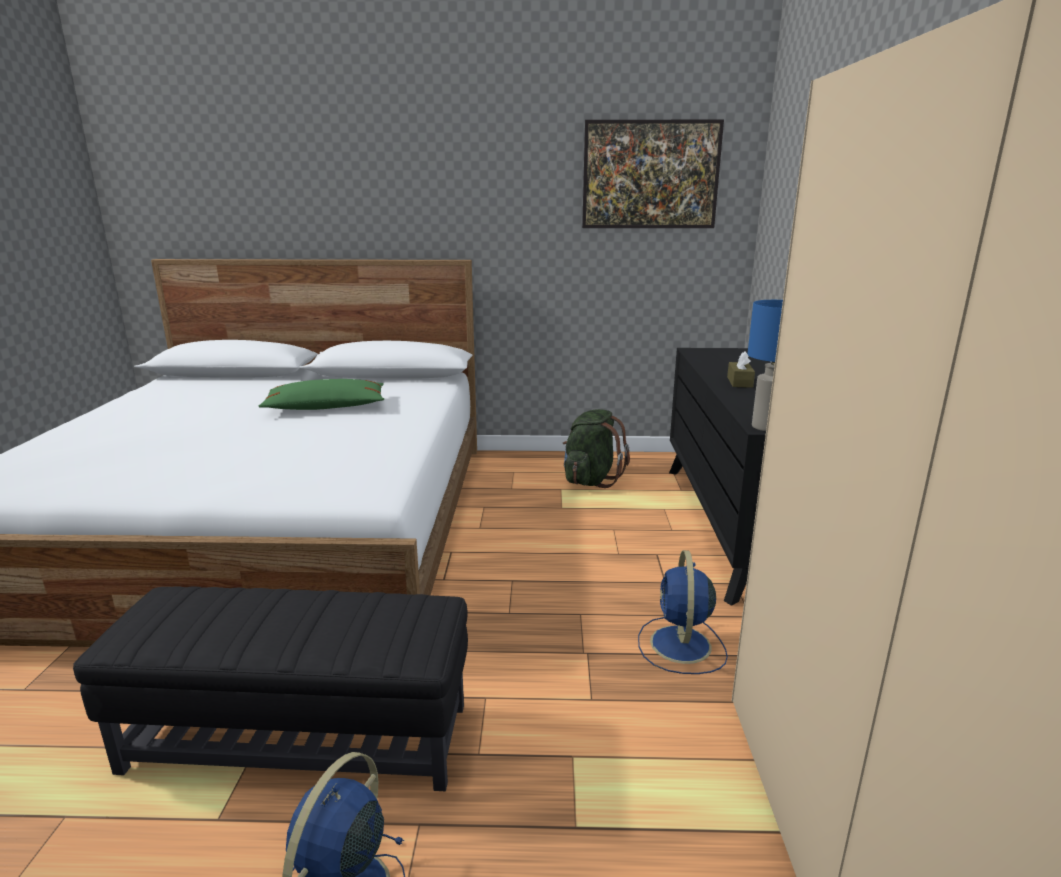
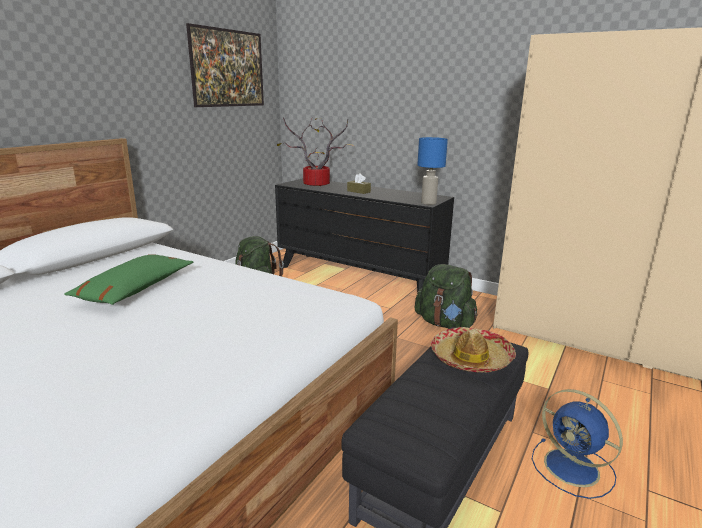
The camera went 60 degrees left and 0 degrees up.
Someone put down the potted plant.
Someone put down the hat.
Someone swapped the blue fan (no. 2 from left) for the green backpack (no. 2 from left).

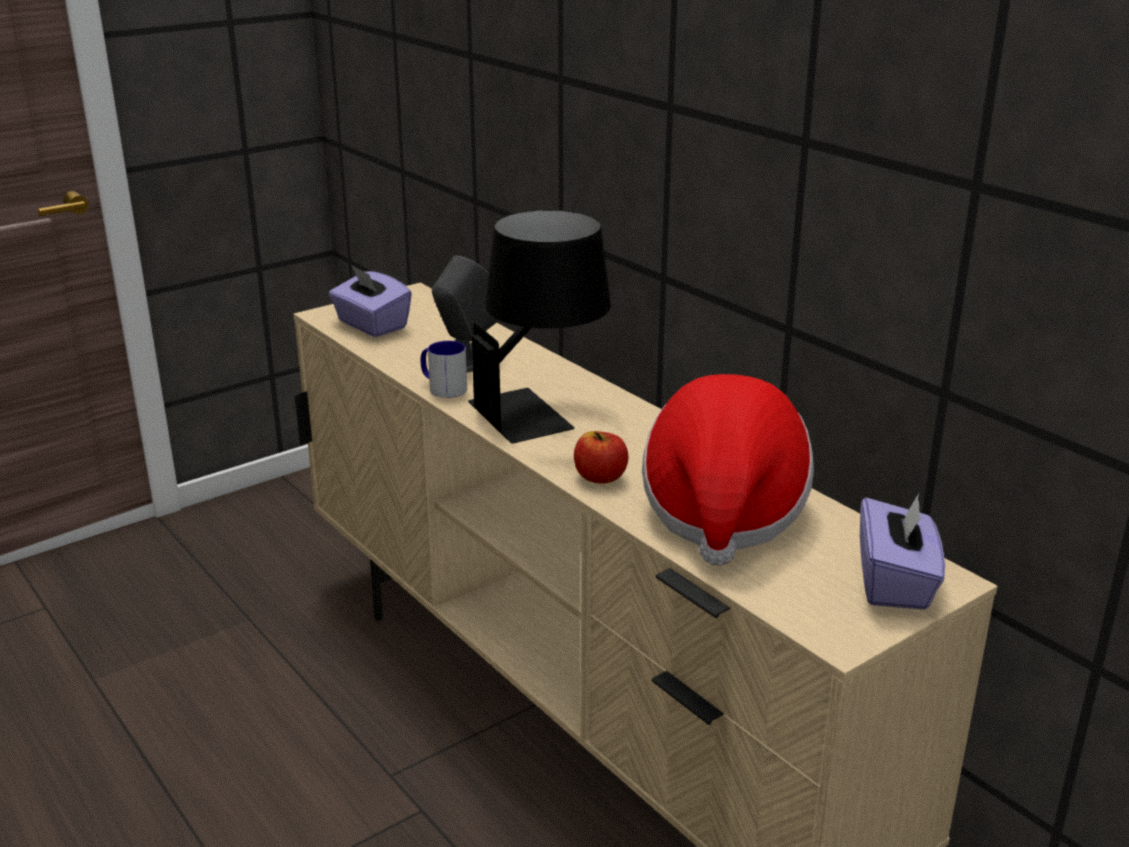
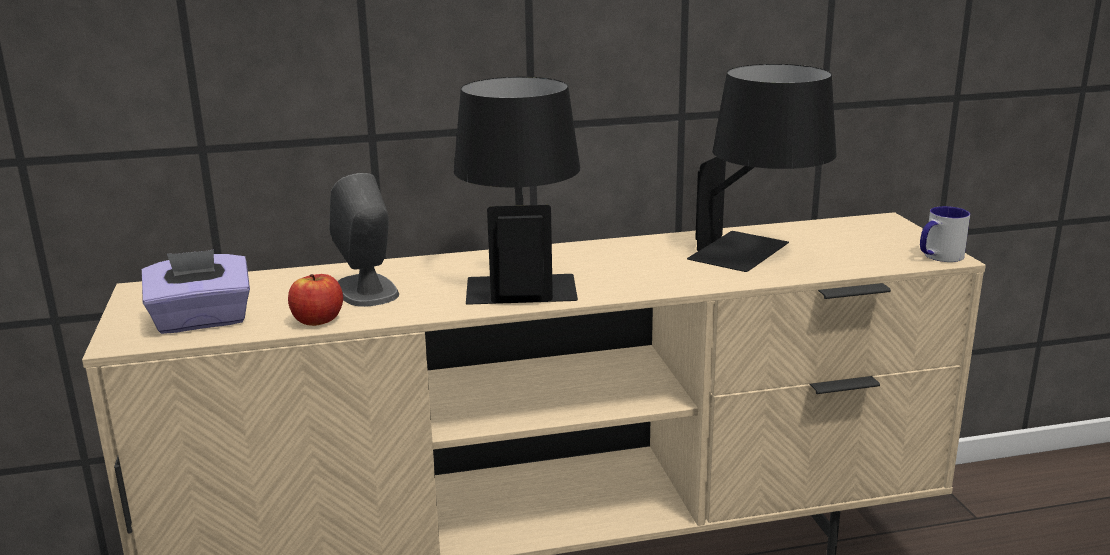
The camera went 65 degrees left and 5 degrees down.
Someone took away the purple tissue box (no. 2 from left).
Someone carried the mug.
Someone carried the apple.
Someone swapped the hat for the black table lamp (no. 2 from left).

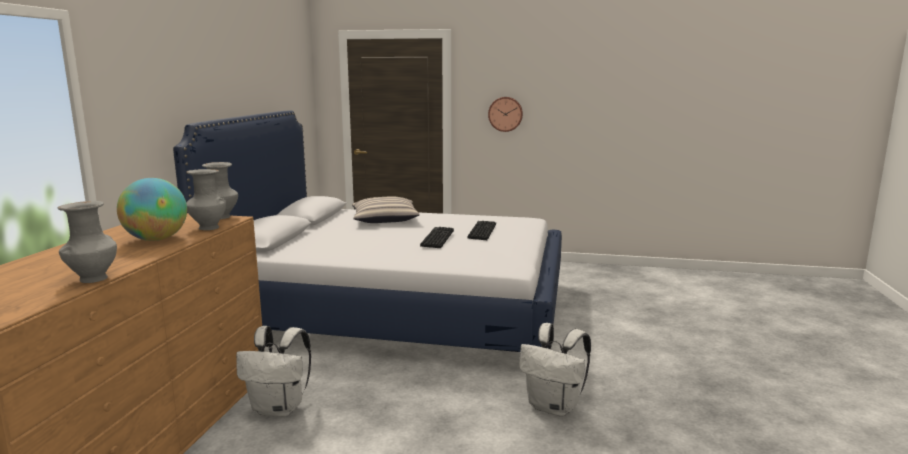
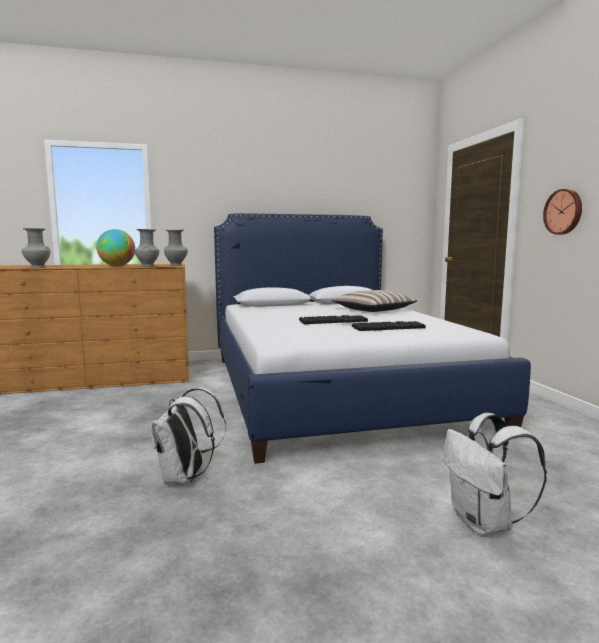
The camera went 65 degrees right and 5 degrees down.
Someone carried the white backpack (no. 1 from left in the first image).

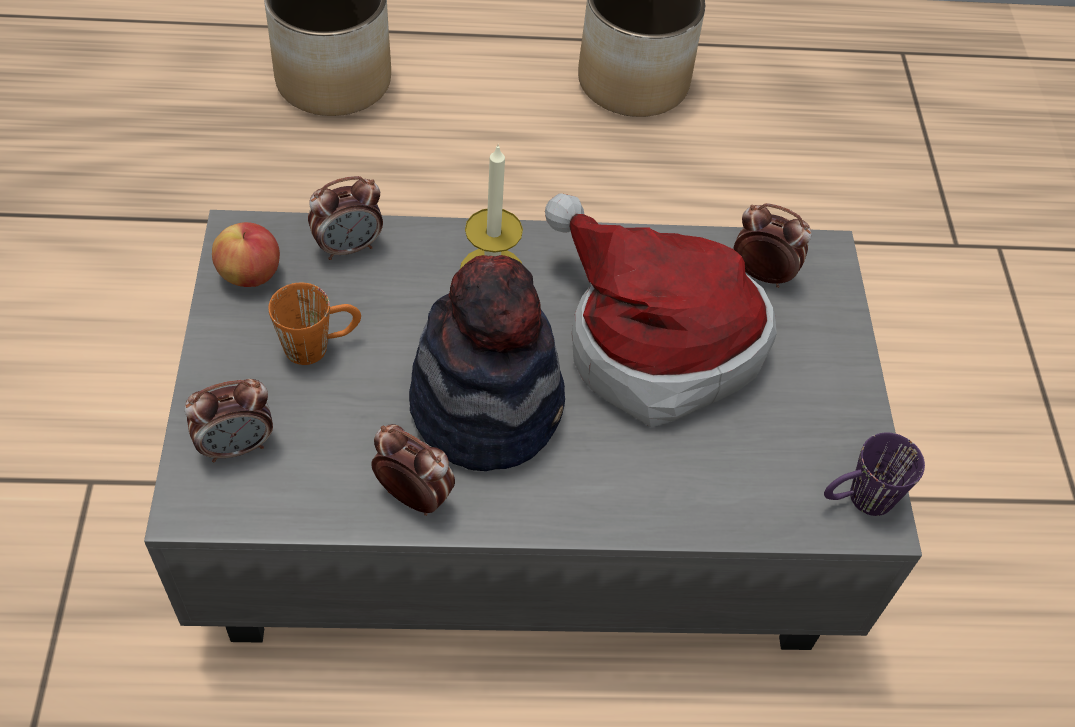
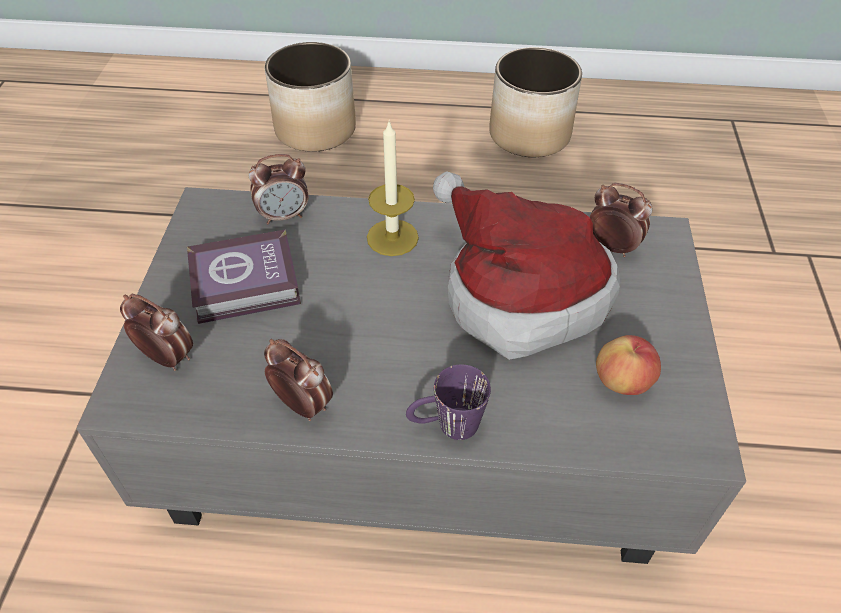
The camera went 10 degrees right and 5 degrees down.
Someone took away the hat (no. 1 from left).
Someone carried the apple.
Someone carried the purple mug.
Someone swapped the orange mug for the book.
Someone rotated the alarm clock (no. 1 from left) by 135 degrees counterclockwise.

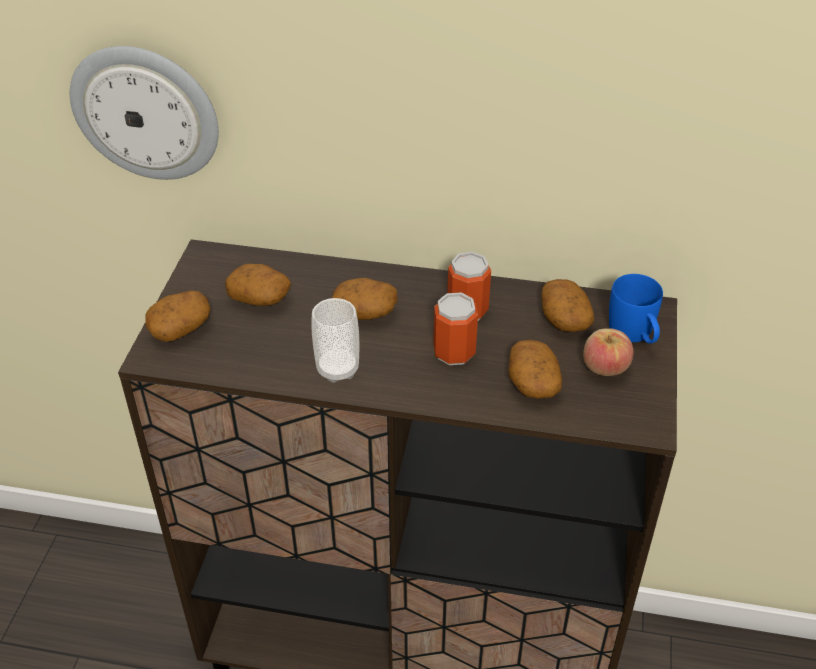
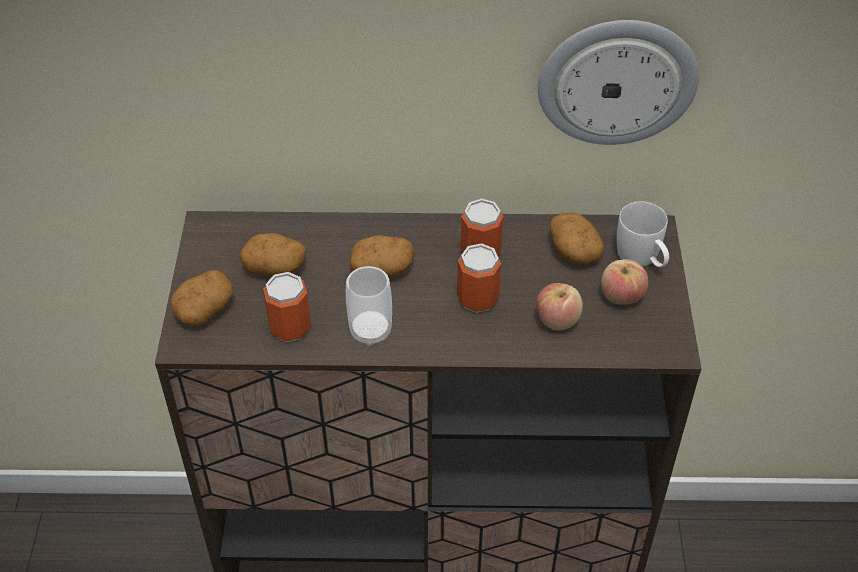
The camera went 10 degrees left and 5 degrees up.
Someone put down the can (no. 1 from left).
Someone carried the wall clock.
Someone swapped the potato (no. 4 from left) for the apple (no. 1 from left).
Someone repainted the blue mug, which became the white mug.

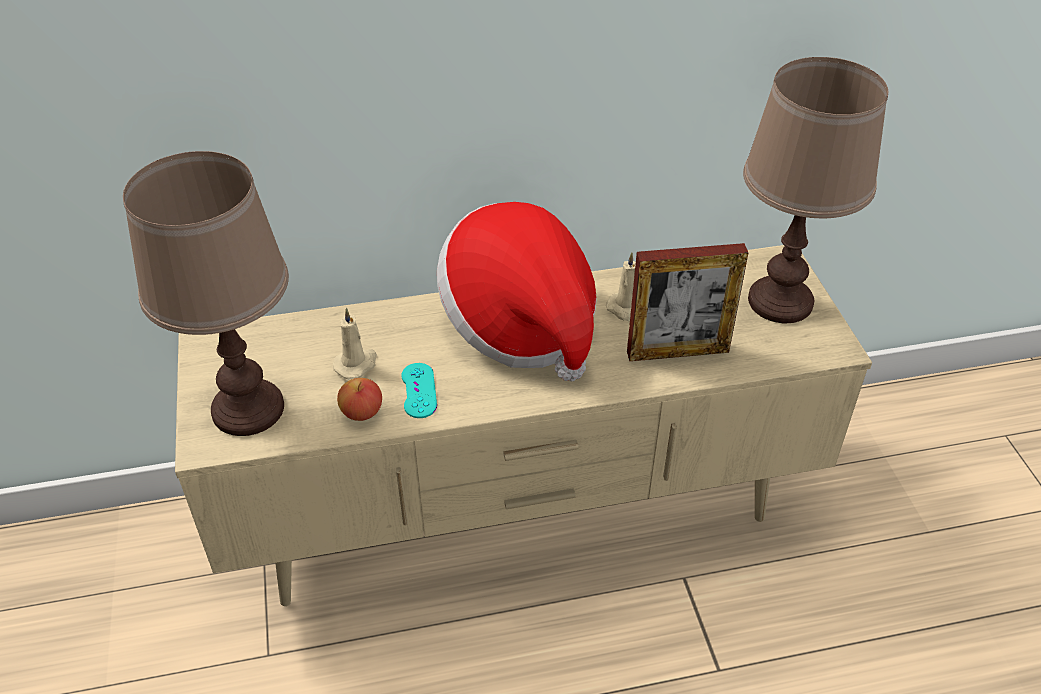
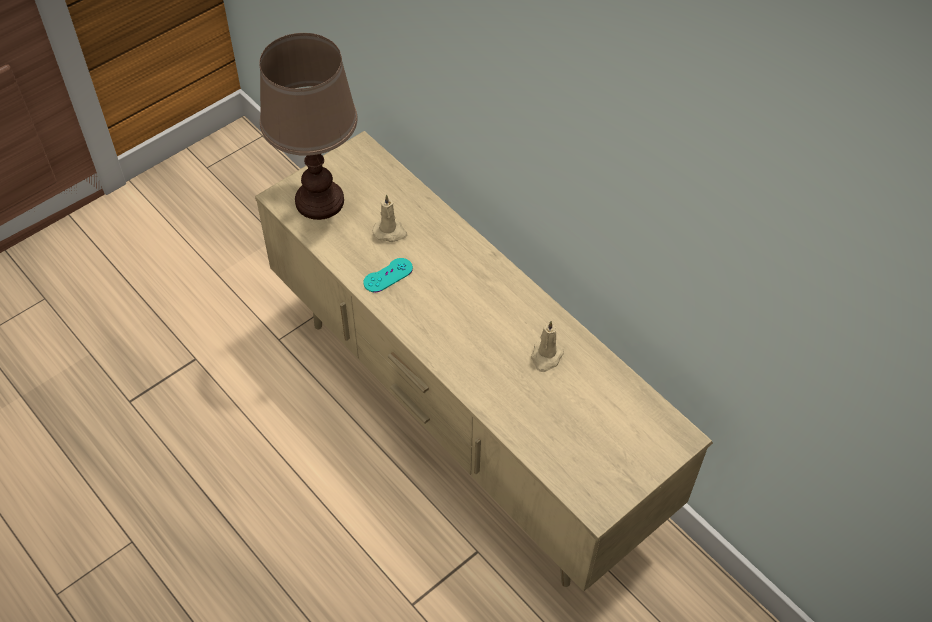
The camera went 60 degrees right and 10 degrees up.
Someone took away the apple.
Someone took away the hat.
Someone took away the picture frame.
Someone took away the brown table lamp (no. 2 from left).

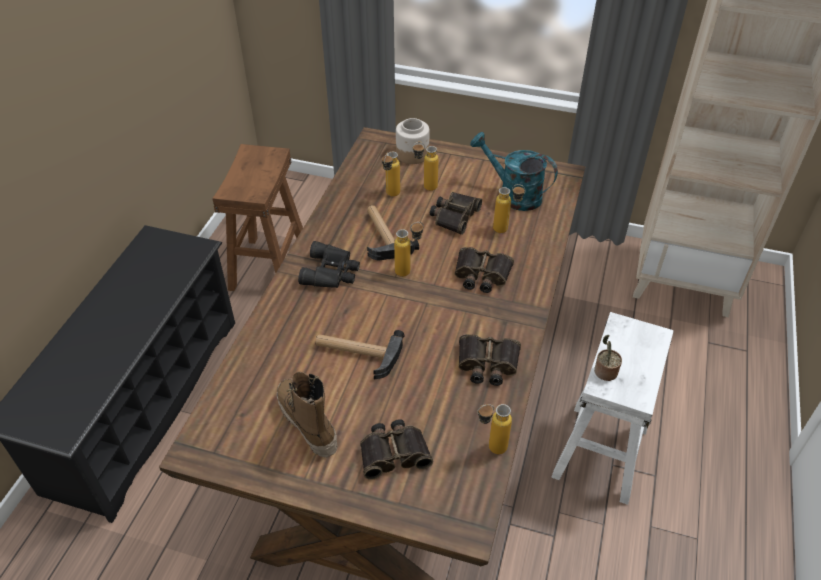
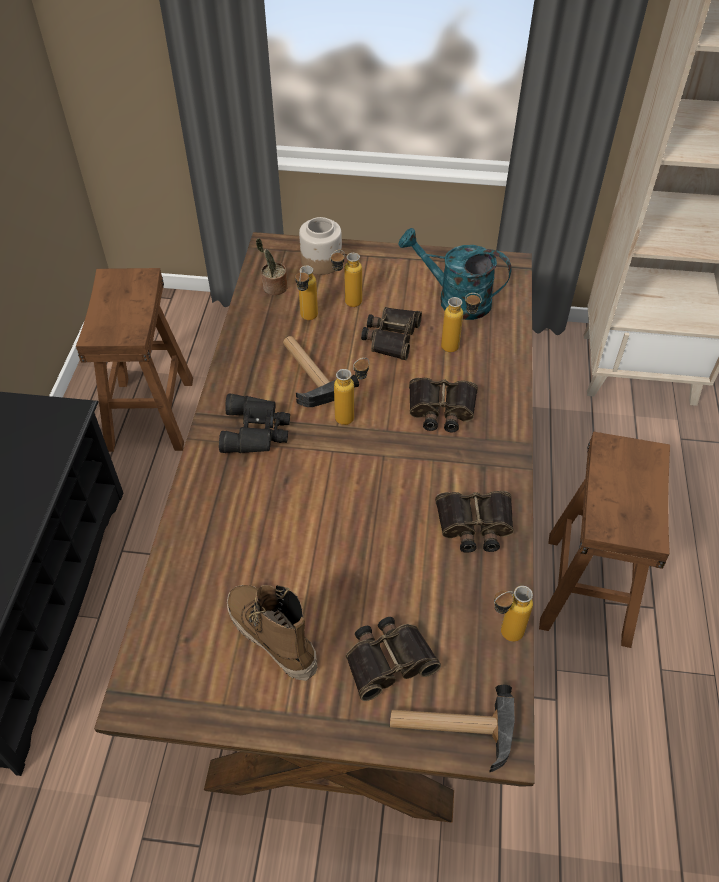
The camera went 10 degrees left and 5 degrees up.
Someone carried the hammer (no. 1 from left in the first image).
Someone carried the potted plant.
Someone repainted the white stool, which became the brown stool (no. 2 from left).

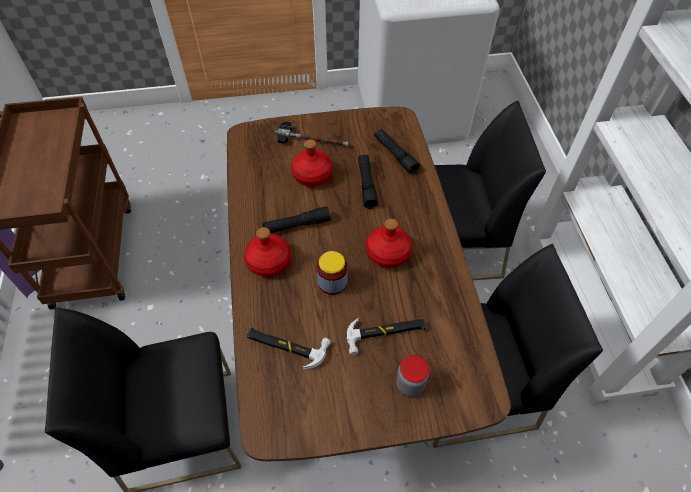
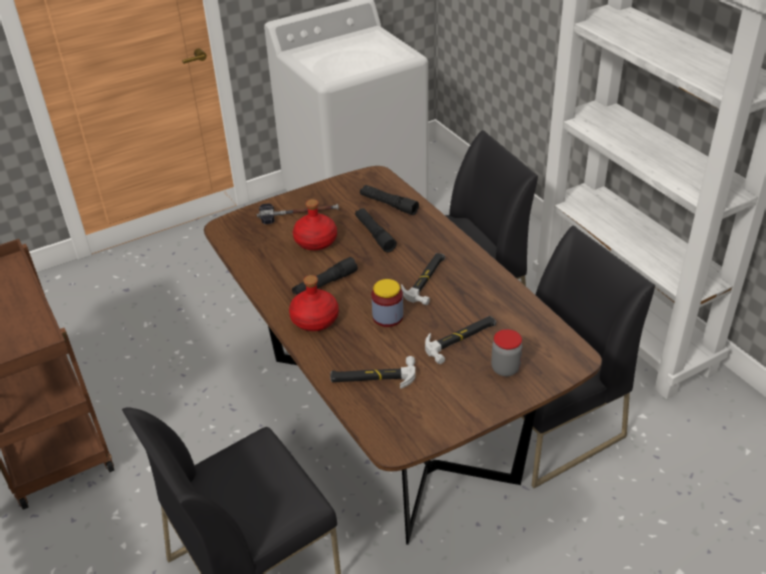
The camera went 20 degrees left and 15 degrees down.
Someone swapped the red bottle (no. 3 from left) for the hammer (no. 3 from left).

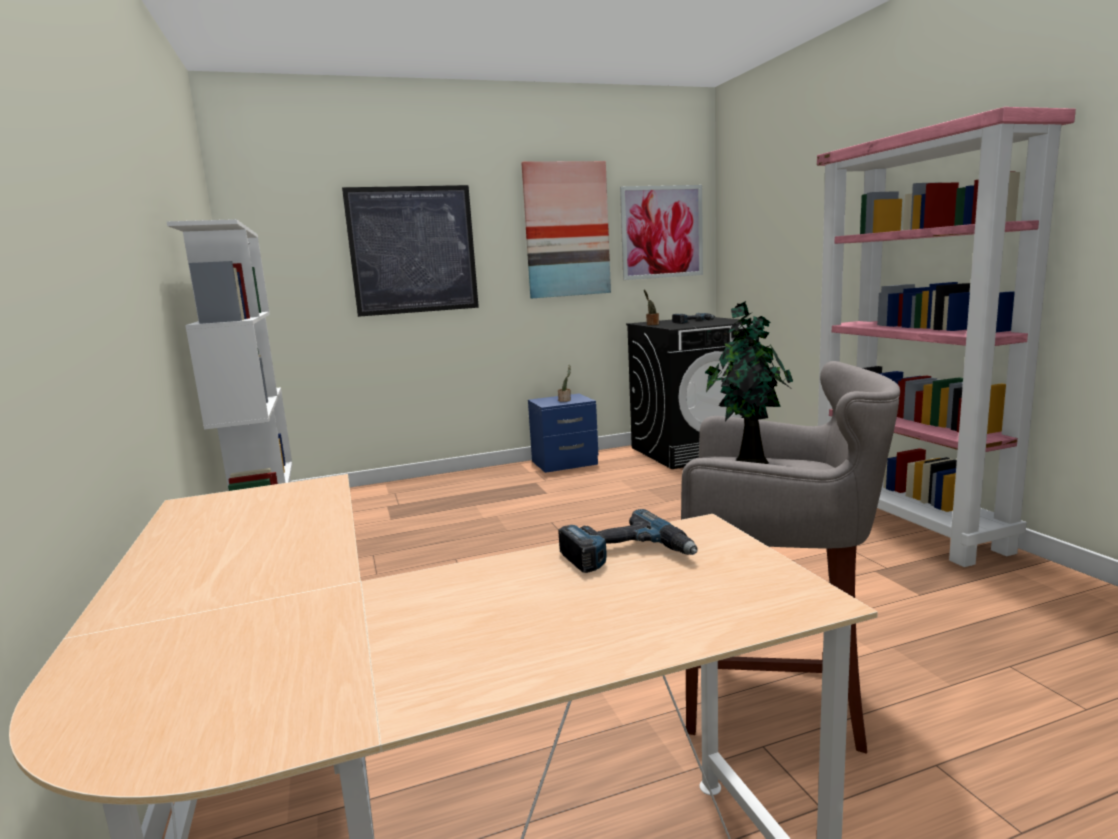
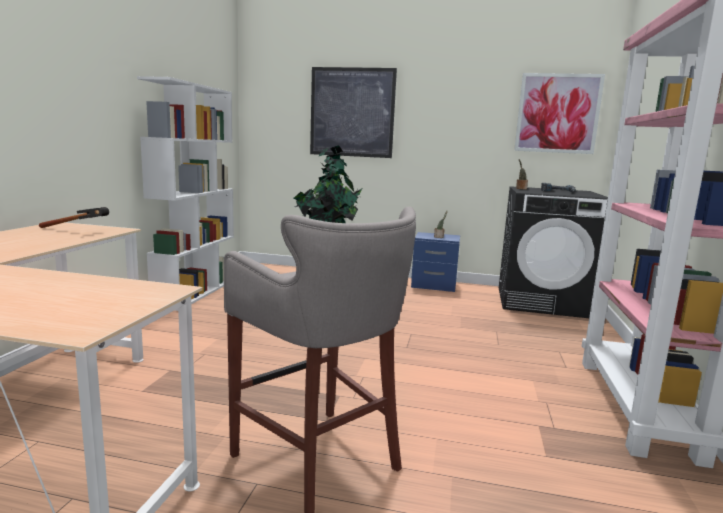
The camera went 30 degrees right and 0 degrees up.
Someone took away the picture (no. 2 from left).
Someone took away the power drill (no. 1 from left).
Someone put down the hammer.

